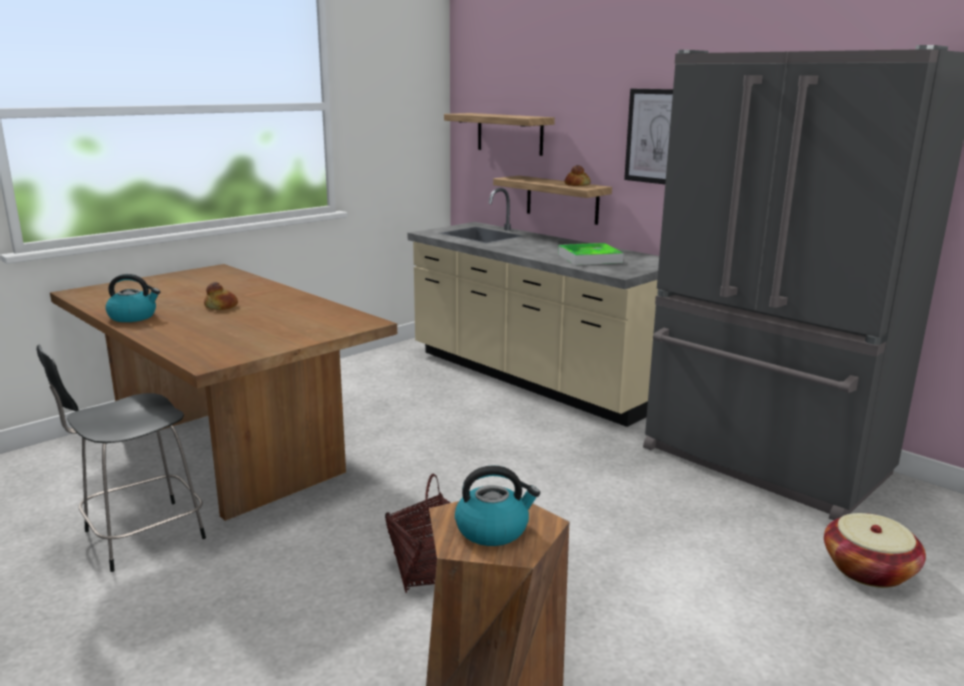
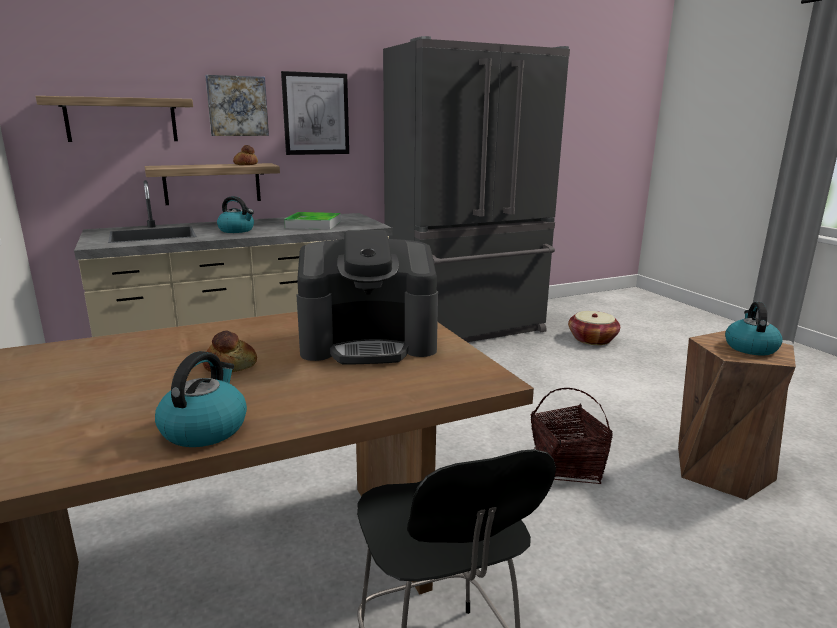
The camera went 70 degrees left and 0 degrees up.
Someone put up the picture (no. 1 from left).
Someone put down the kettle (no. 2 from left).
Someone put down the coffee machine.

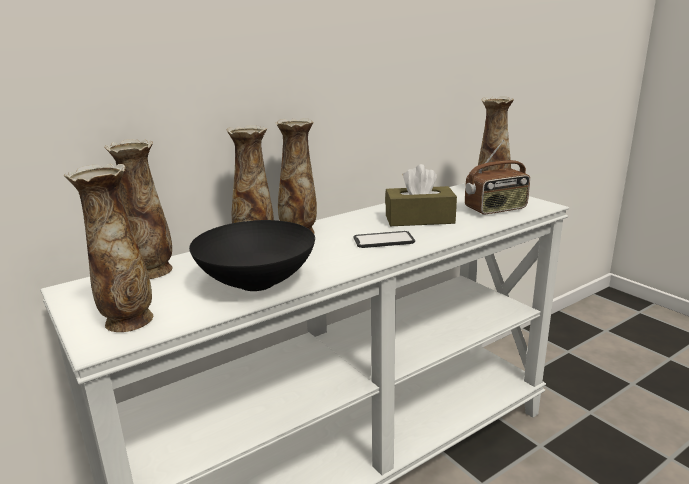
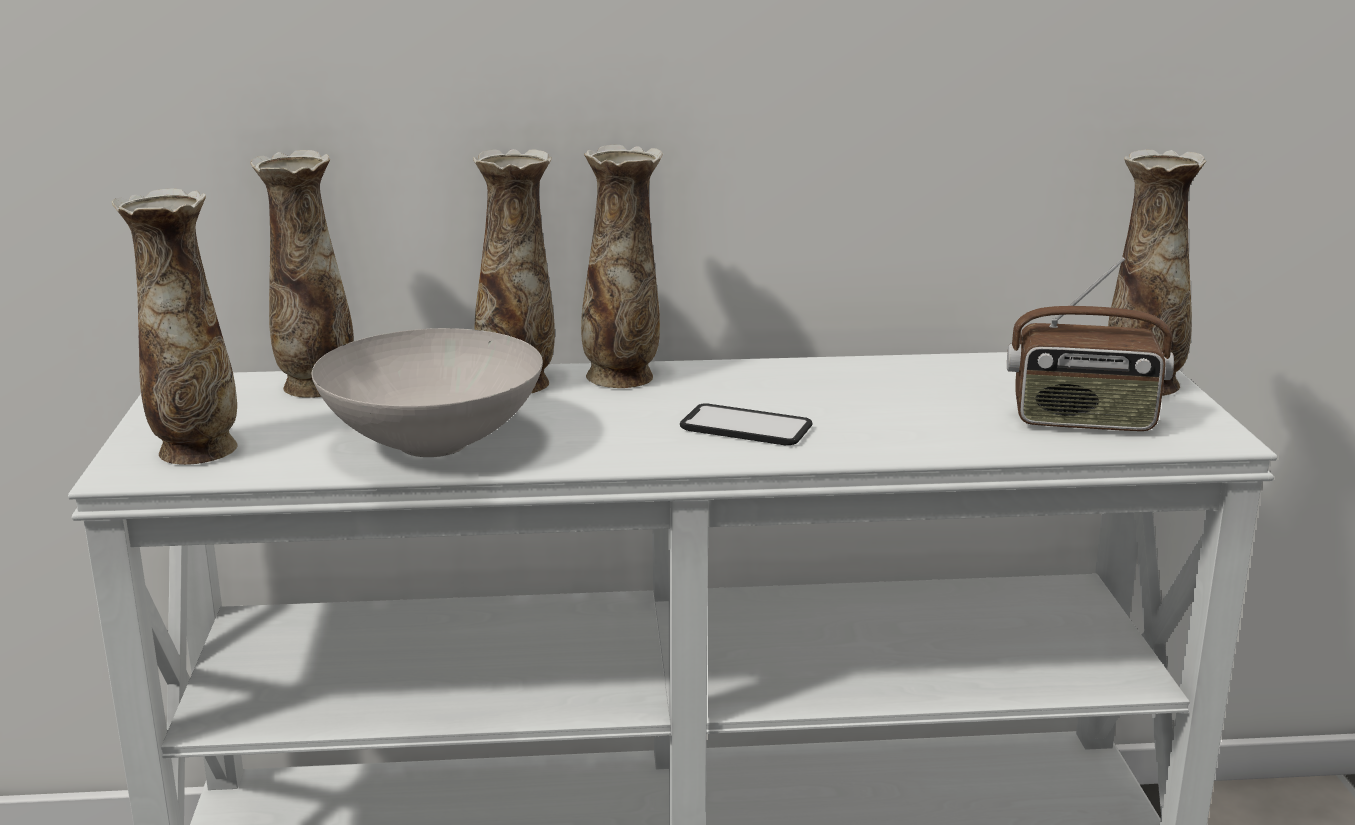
The camera went 30 degrees right and 0 degrees up.
Someone took away the brown tissue box.
Someone repainted the black bowl, which became the white bowl.

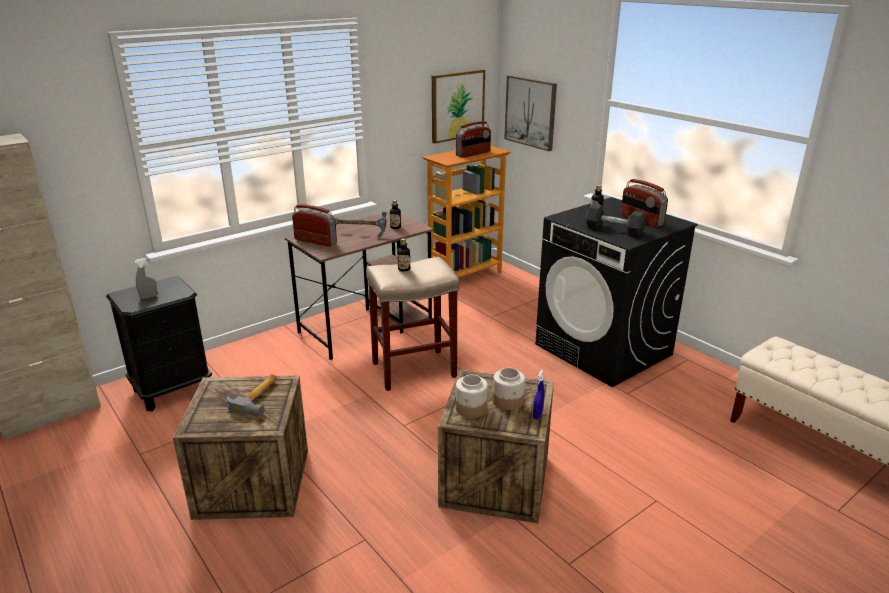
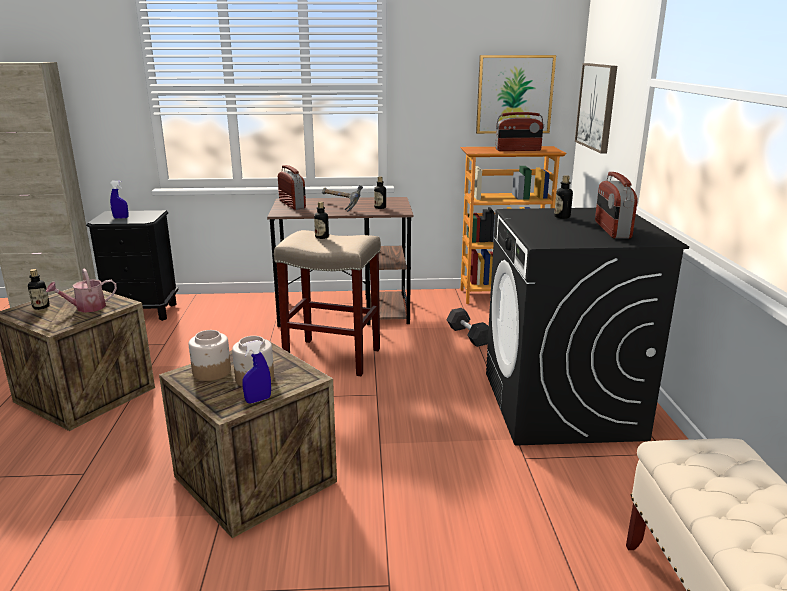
The camera went 35 degrees right and 5 degrees down.
Someone put down the bottle (no. 1 from left).
Someone carried the black dumbbell.
Someone swapped the hammer (no. 1 from left) for the watering can.
Someone repainted the grey spray bottle, which became the blue spray bottle (no. 1 from left).

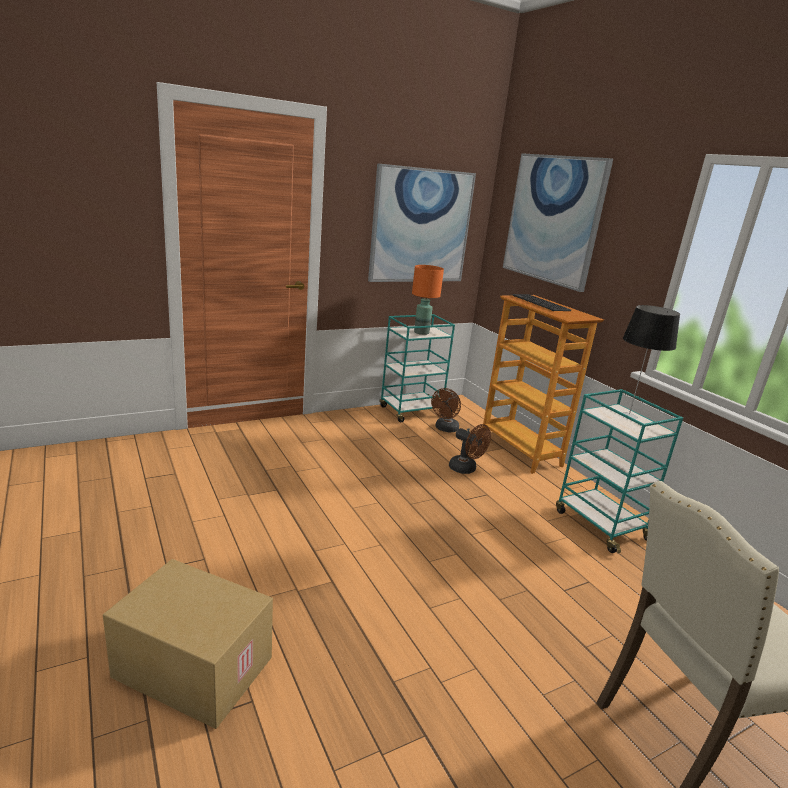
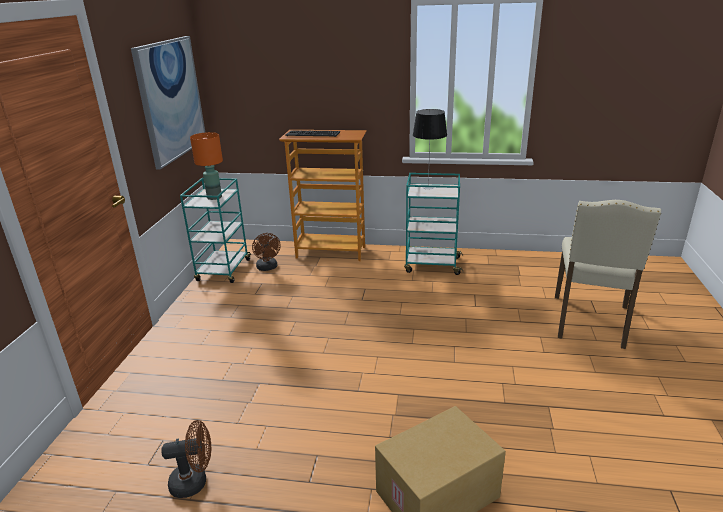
The camera went 50 degrees left and 5 degrees up.
Someone took away the picture (no. 2 from left).
Someone carried the brown fan (no. 2 from left in the first image).

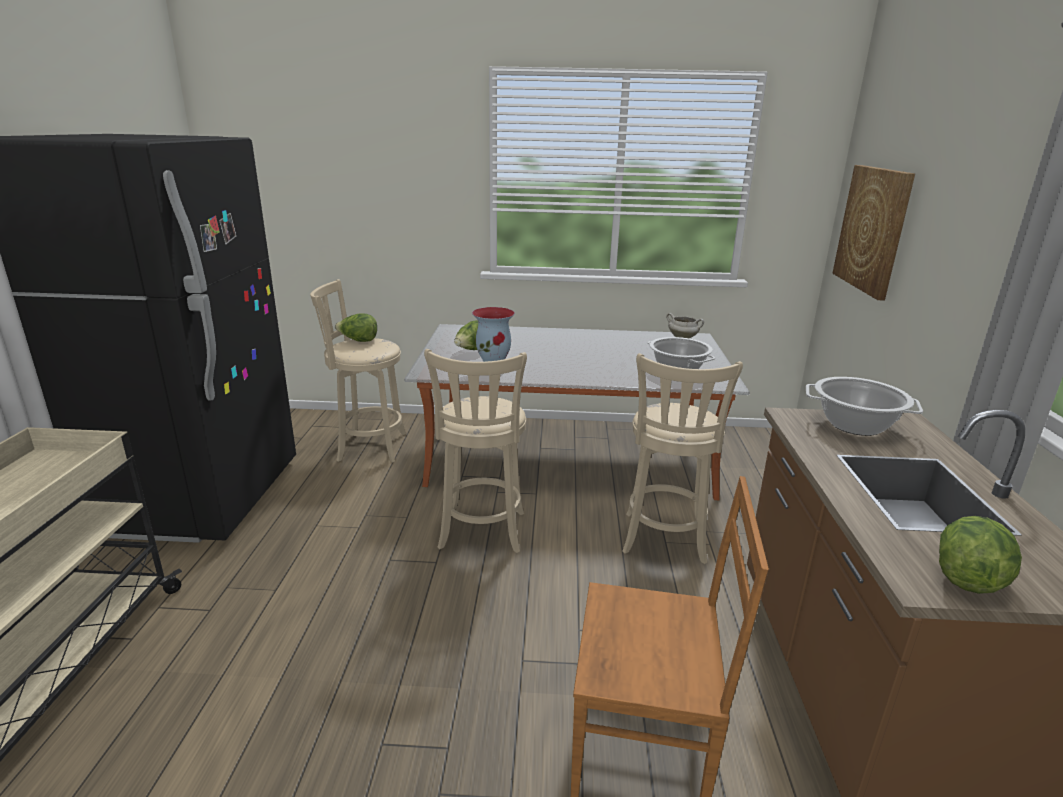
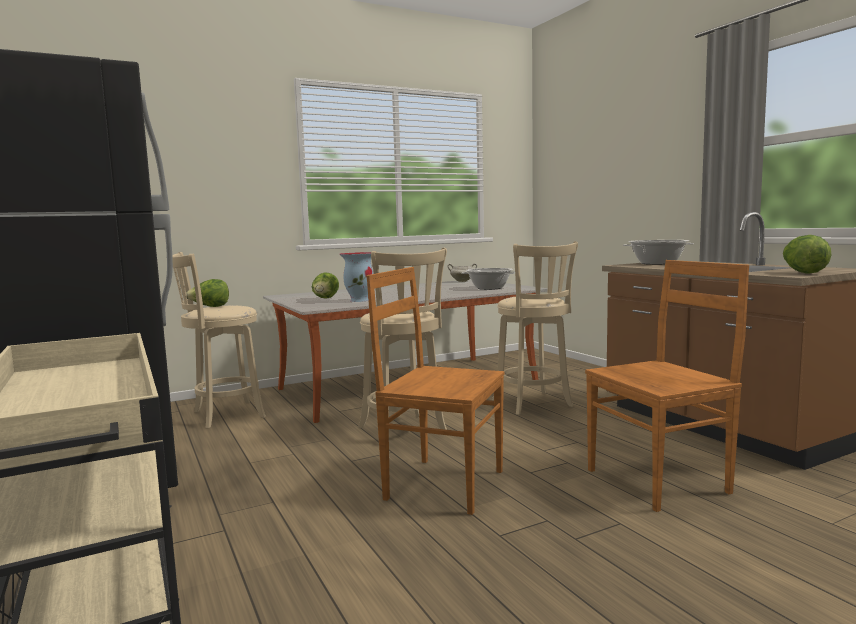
The camera went 30 degrees left and 15 degrees down.
Someone took away the picture.
Someone put down the brown chair (no. 1 from left).

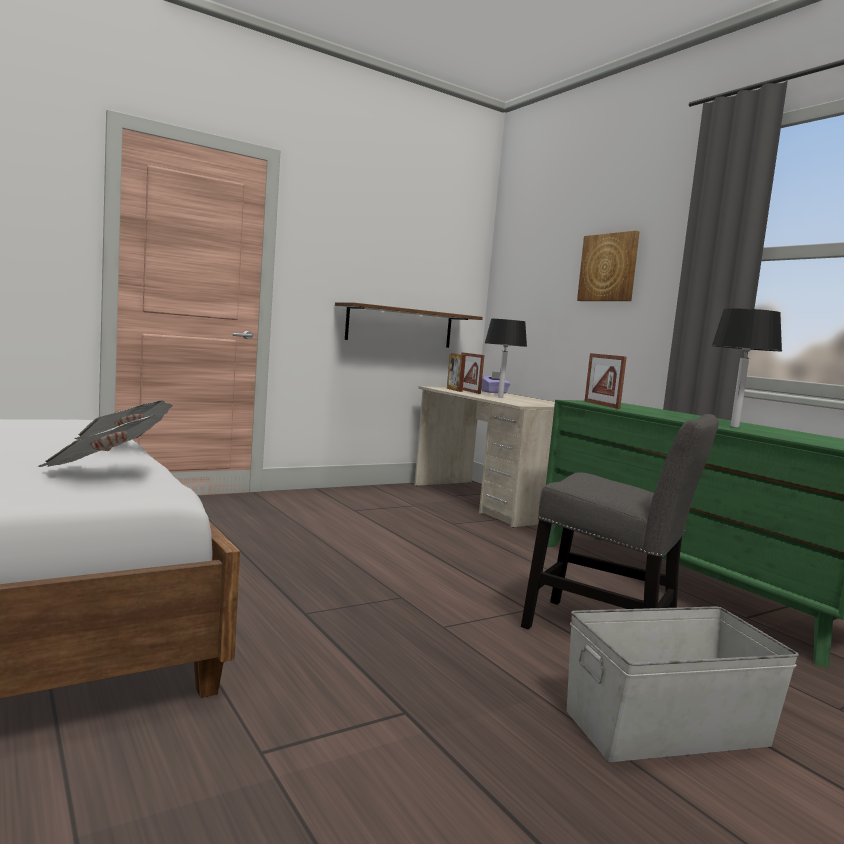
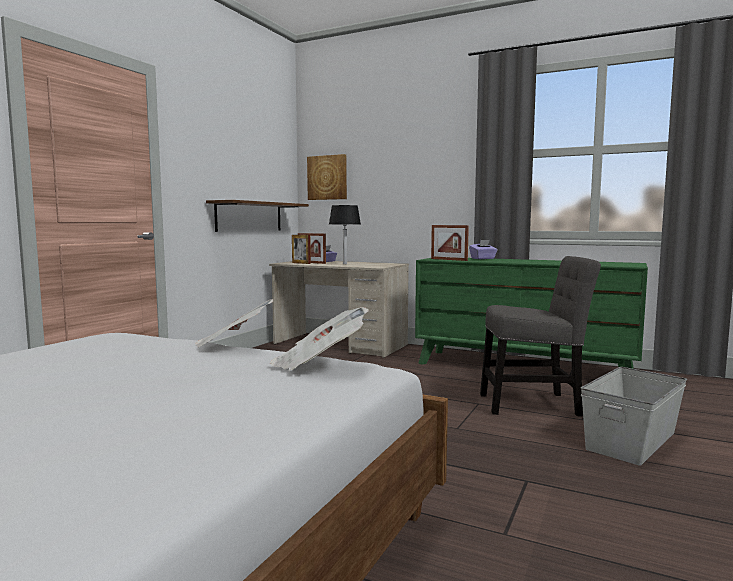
The camera went 30 degrees left and 0 degrees up.
Someone took away the black table lamp (no. 2 from left).
Someone put down the purple tissue box (no. 2 from left).
Someone carried the picture.

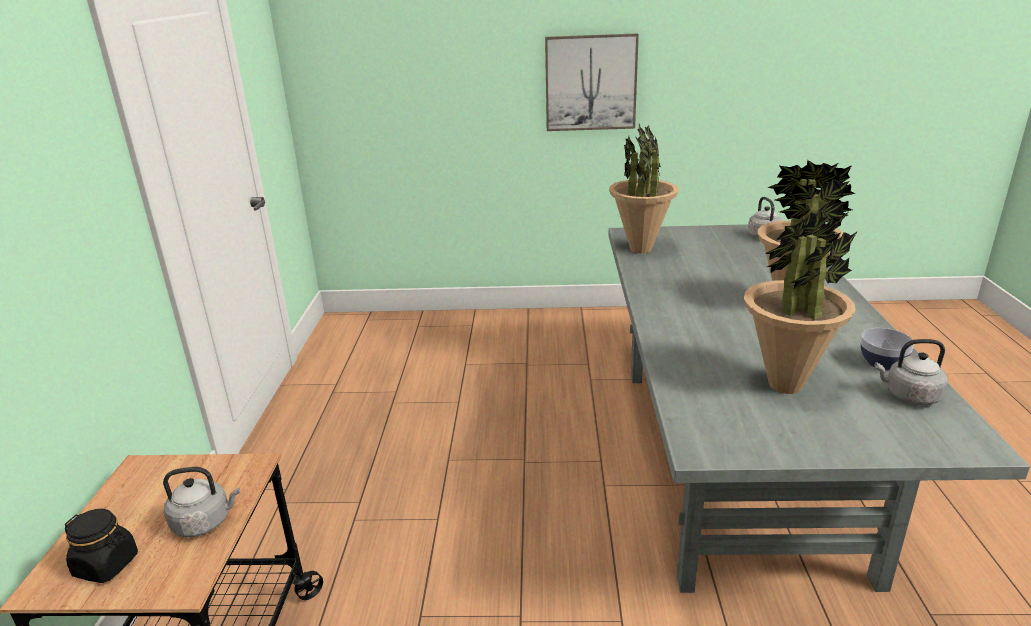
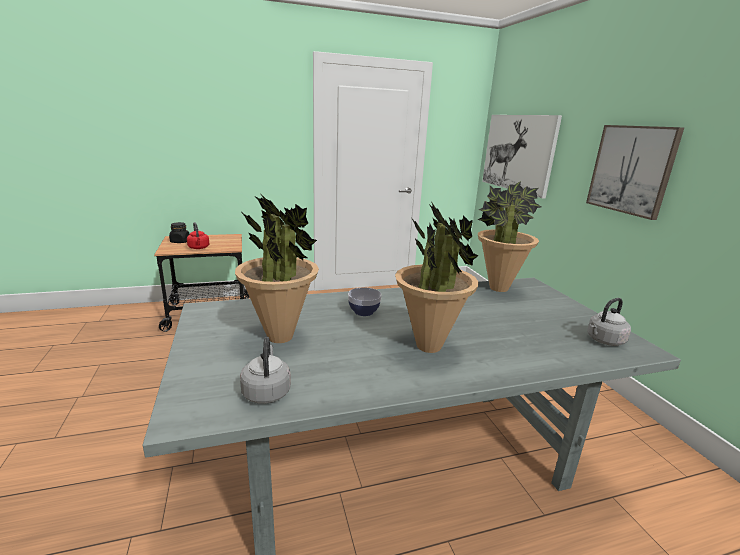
The camera went 70 degrees right and 5 degrees down.
Someone put up the picture (no. 1 from left).
Someone carried the bowl.
Someone repainted the grey kettle (no. 1 from left), which became the red kettle.

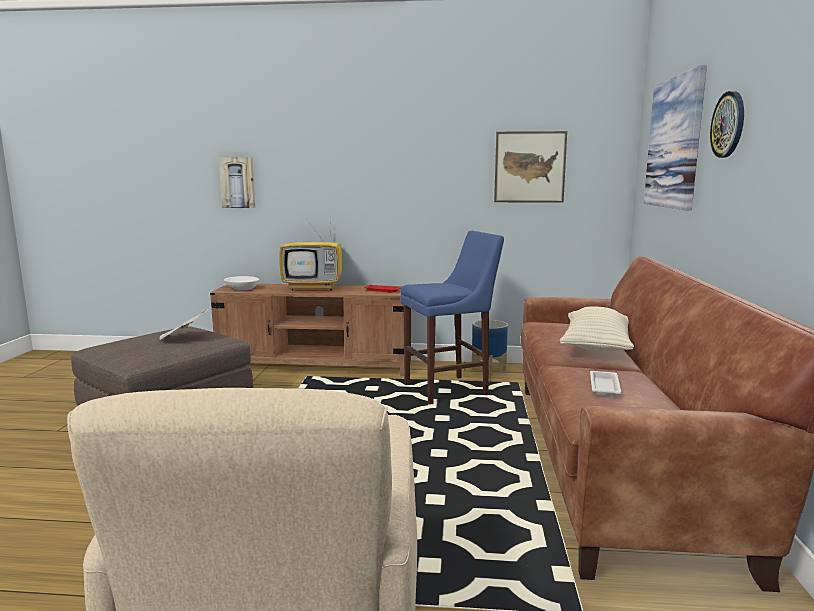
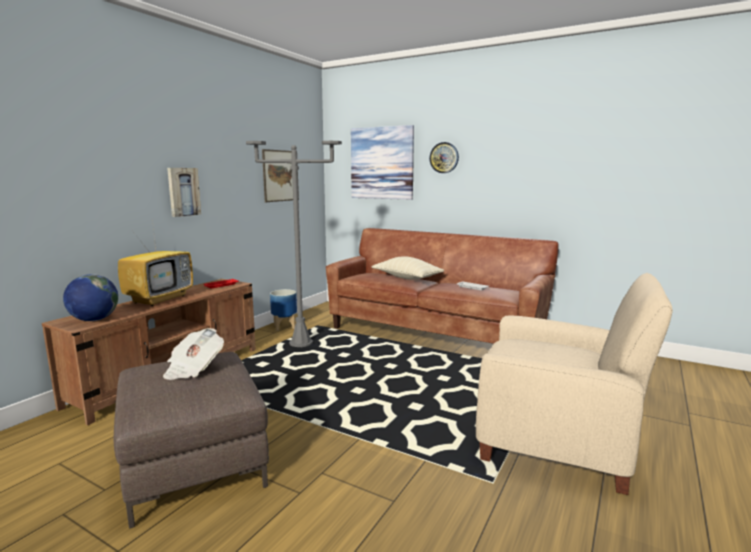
The camera went 65 degrees left and 0 degrees up.
Someone carried the picture (no. 1 from left).
Someone swapped the white bowl for the globe.
Someone swapped the blue stool for the grey floor lamp.

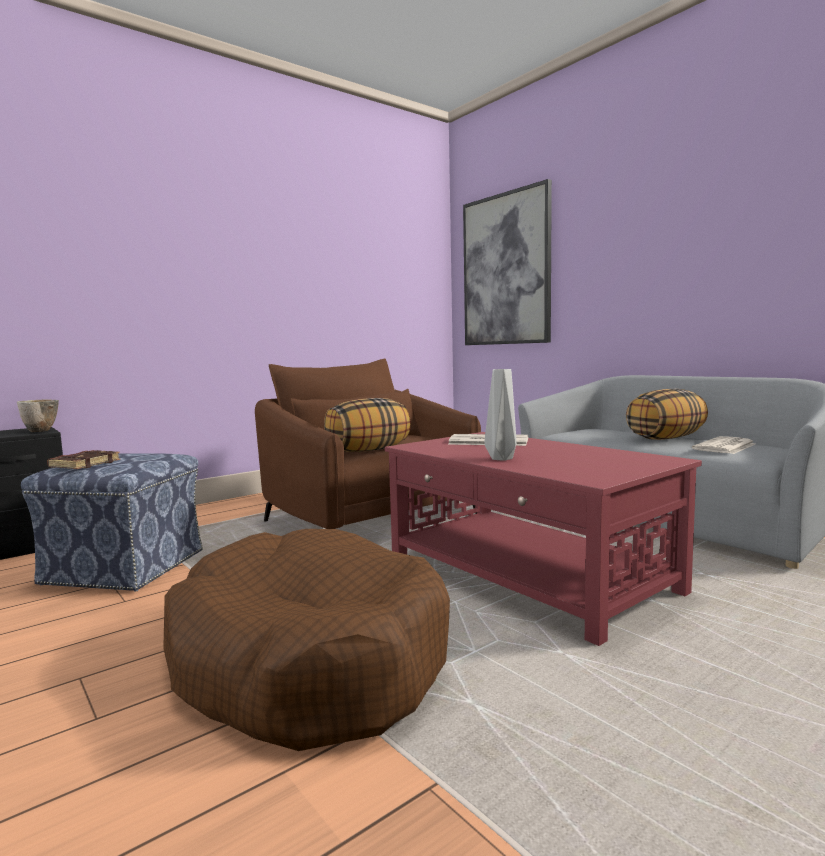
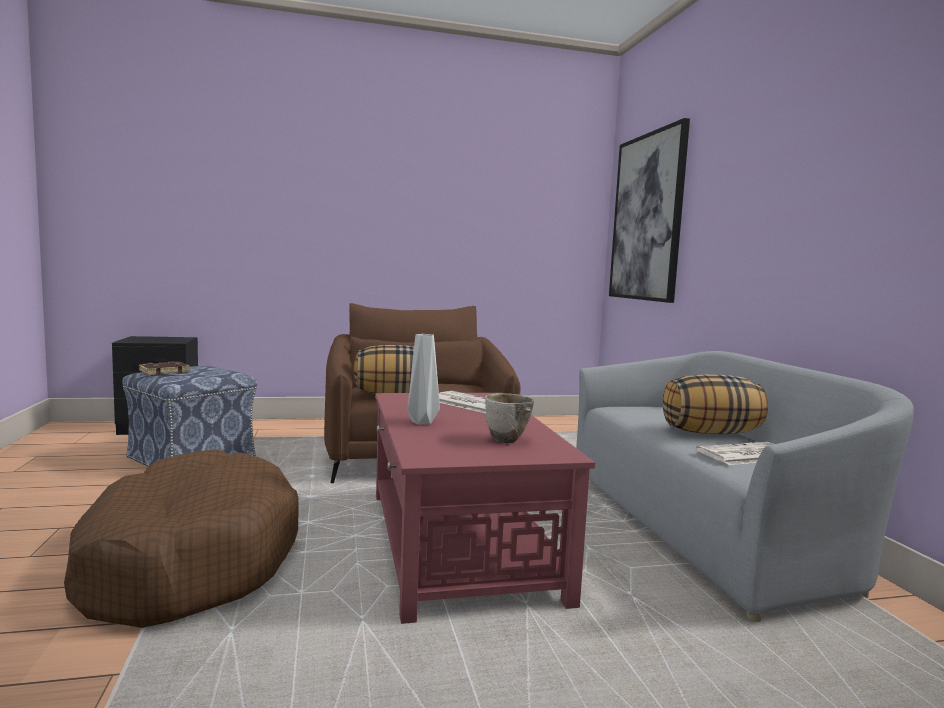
The camera went 25 degrees right and 0 degrees up.
Someone carried the bowl.

